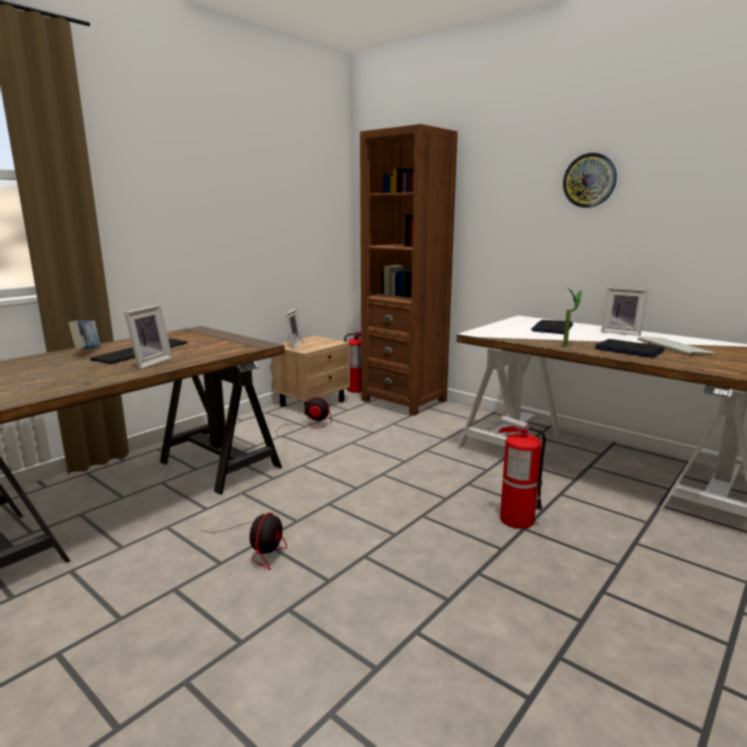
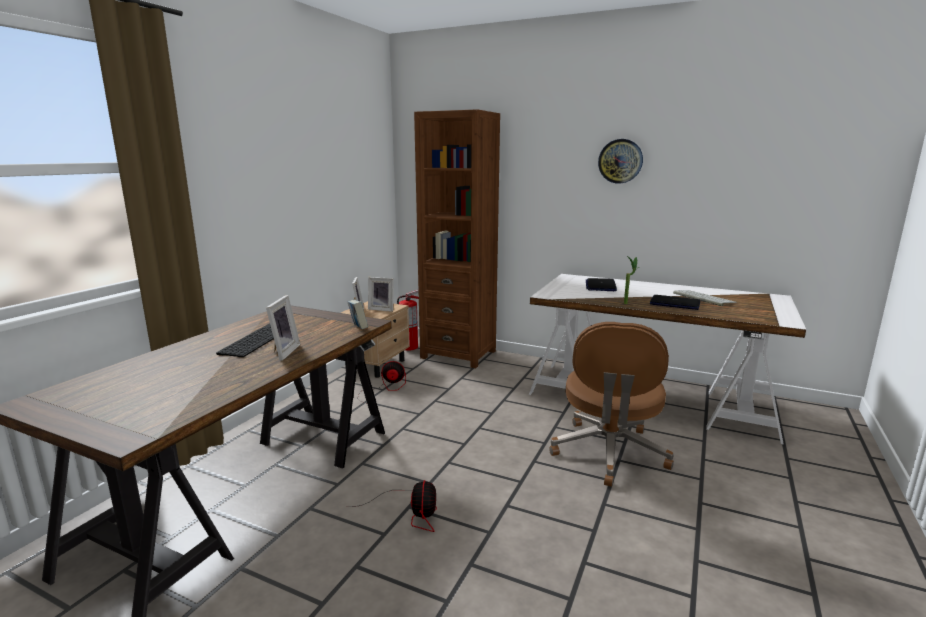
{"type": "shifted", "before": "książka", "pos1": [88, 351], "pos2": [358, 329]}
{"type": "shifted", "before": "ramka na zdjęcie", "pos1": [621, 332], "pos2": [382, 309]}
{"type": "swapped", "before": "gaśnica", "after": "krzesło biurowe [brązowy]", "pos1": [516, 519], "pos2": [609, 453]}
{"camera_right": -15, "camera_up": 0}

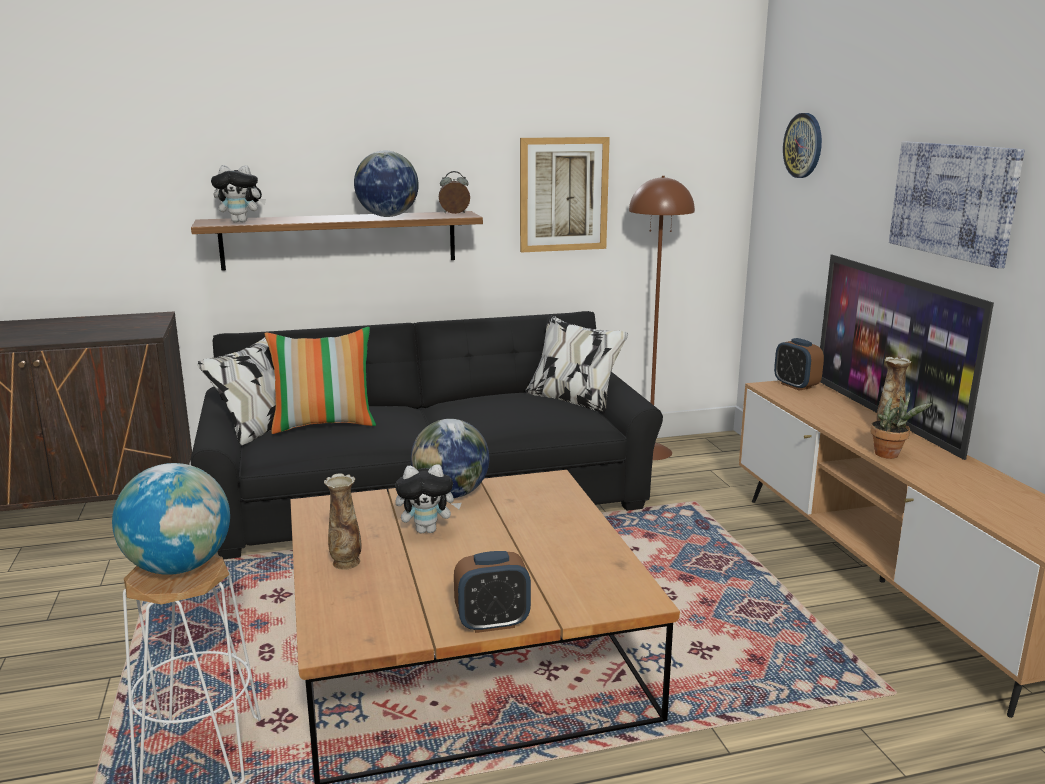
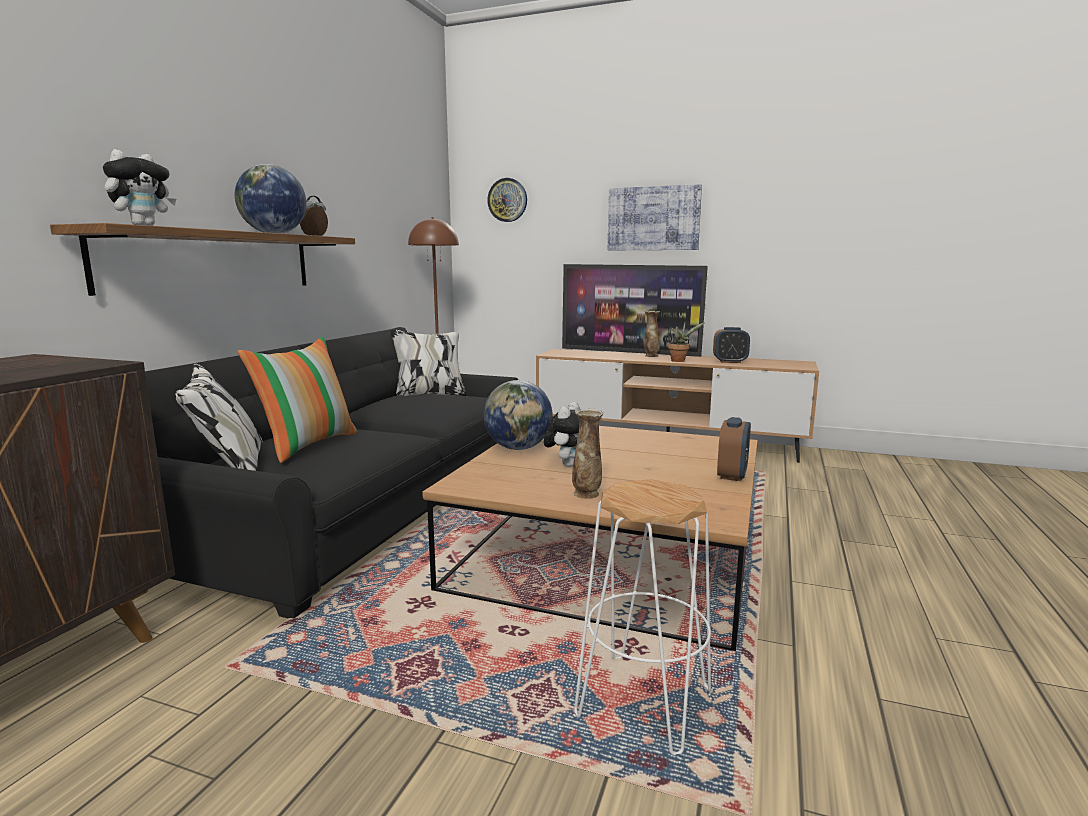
{"type": "gone", "before": "globus", "pos1": [179, 567]}
{"type": "gone", "before": "obraz", "pos1": [563, 194]}
{"type": "shifted", "before": "budzik", "pos1": [796, 386], "pos2": [730, 361]}
{"camera_right": -55, "camera_up": -5}

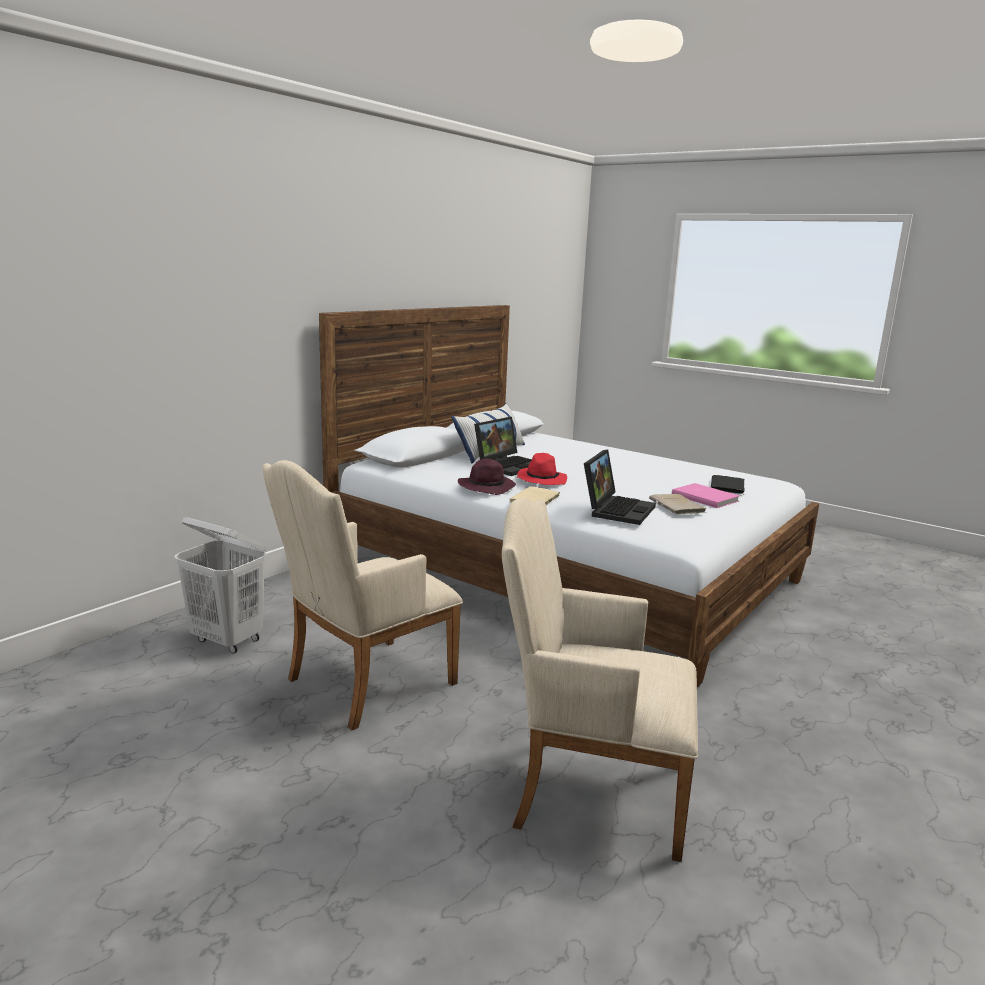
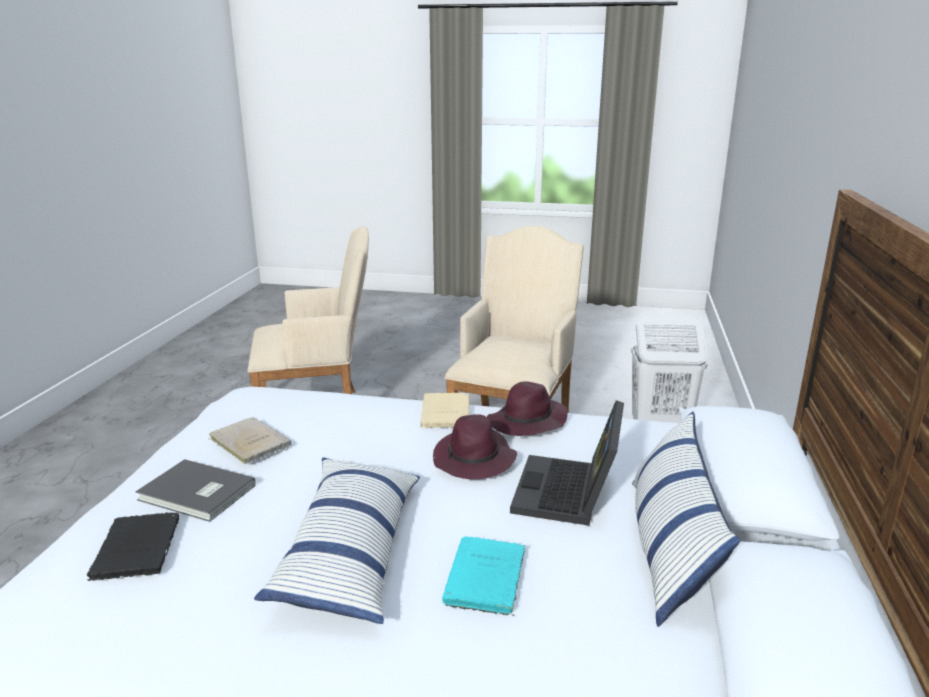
{"type": "gone", "before": "laptop", "pos1": [617, 509]}
{"type": "new", "after": "poduszka", "pos2": [350, 552]}
{"type": "new", "after": "książka [turkusowy]", "pos2": [485, 580]}
{"type": "repainted", "before": "kapelusz [czerwony]", "after": "kapelusz [fioletowy]", "pos1": [541, 480], "pos2": [474, 460]}
{"type": "repainted", "before": "książka [różowy]", "after": "książka [szary]", "pos1": [705, 497], "pos2": [196, 494]}
{"camera_right": 155, "camera_up": 5}

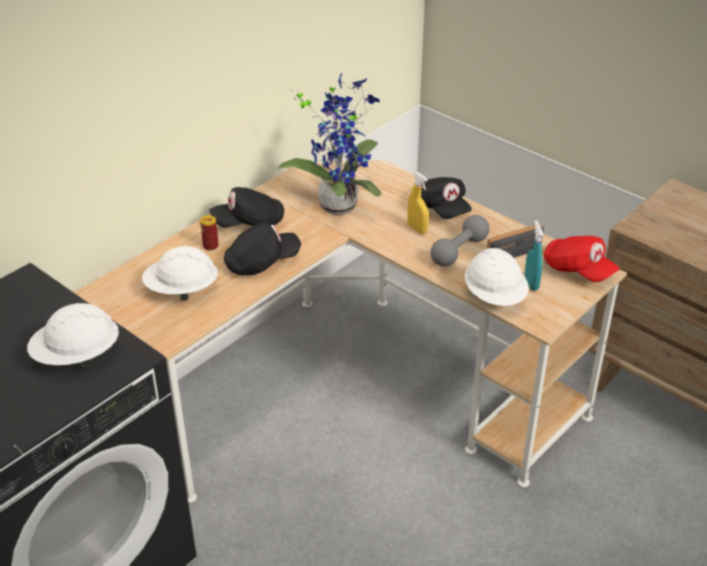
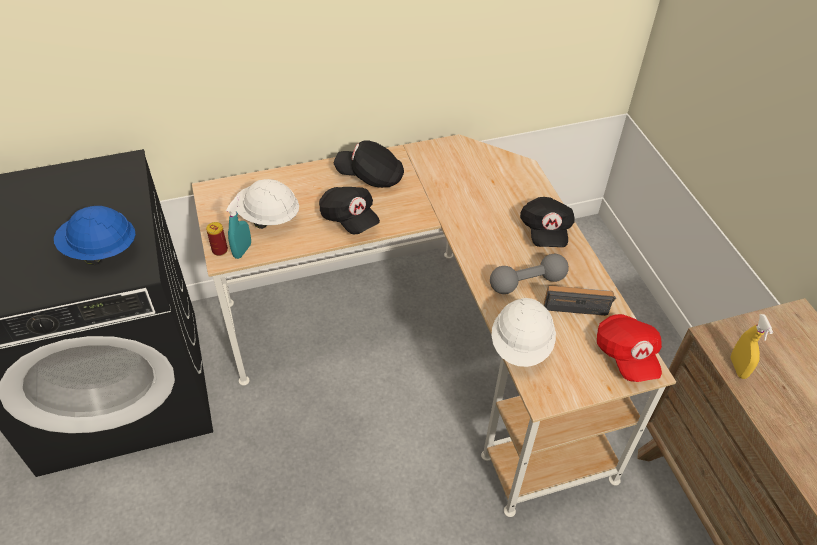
{"type": "gone", "before": "roślina doniczkowa", "pos1": [339, 203]}
{"type": "shifted", "before": "puszka", "pos1": [210, 246], "pos2": [220, 250]}
{"type": "shifted", "before": "spryskiwacz [żółty]", "pos1": [417, 229], "pos2": [738, 367]}
{"type": "shifted", "before": "spryskiwacz [turkusowy]", "pos1": [531, 283], "pos2": [242, 250]}
{"type": "repainted", "before": "kask [biały]", "after": "kask [niebieski]", "pos1": [77, 357], "pos2": [100, 250]}
{"type": "rotated", "before": "czapka z daszkiem [czarny]", "pos1": [261, 263], "pos2": [349, 219], "turn": 45}
{"camera_right": 30, "camera_up": 10}

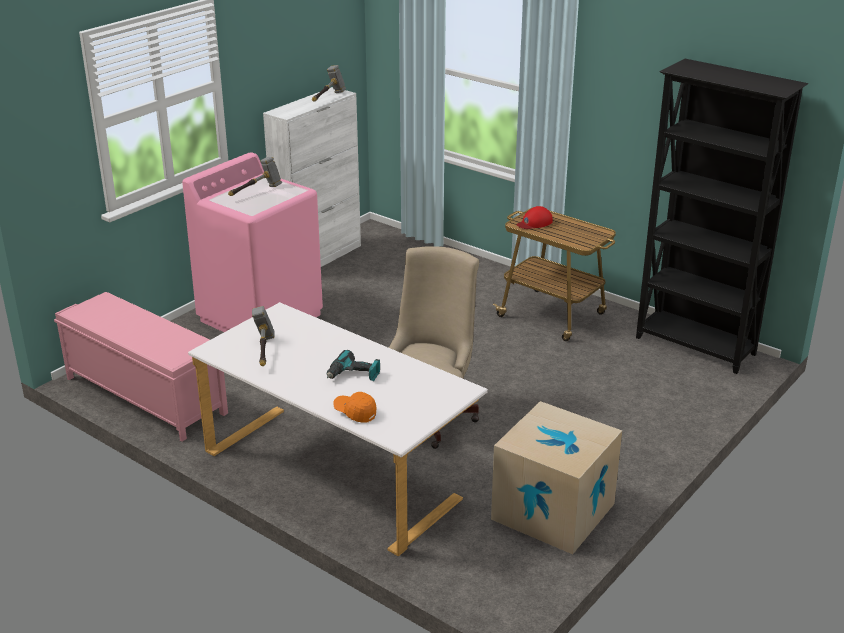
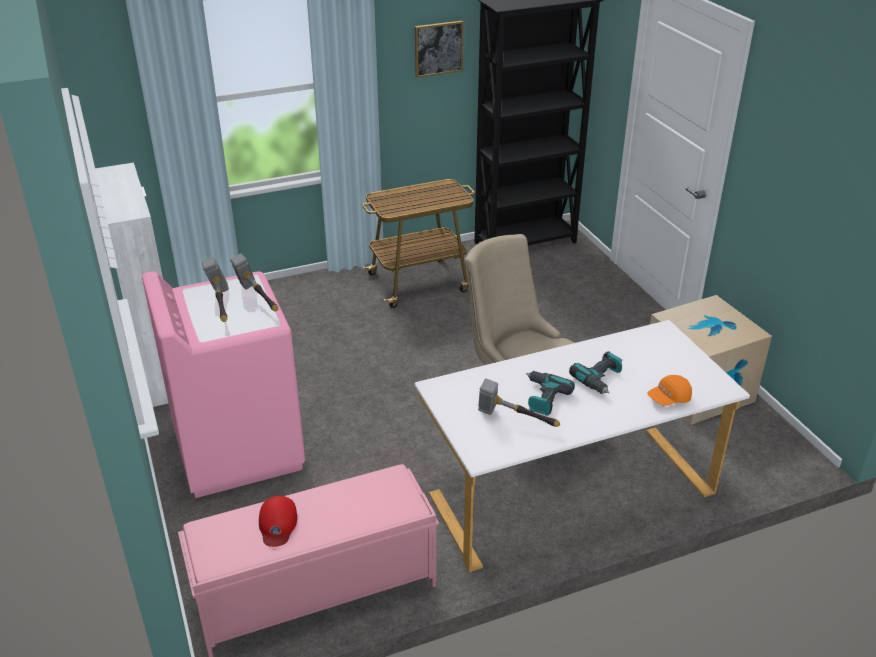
{"type": "new", "after": "obraz", "pos2": [438, 48]}
{"type": "new", "after": "wiertarka", "pos2": [543, 398]}
{"type": "shifted", "before": "młotek", "pos1": [328, 98], "pos2": [258, 299]}
{"type": "shifted", "before": "czapka z daszkiem [czerwony]", "pos1": [534, 223], "pos2": [277, 524]}
{"camera_right": -60, "camera_up": 5}

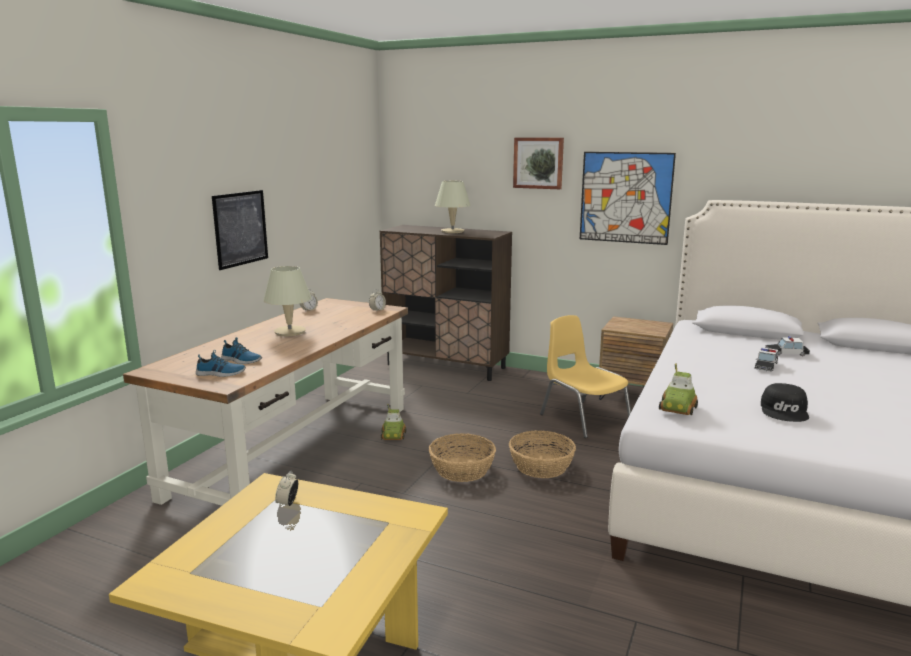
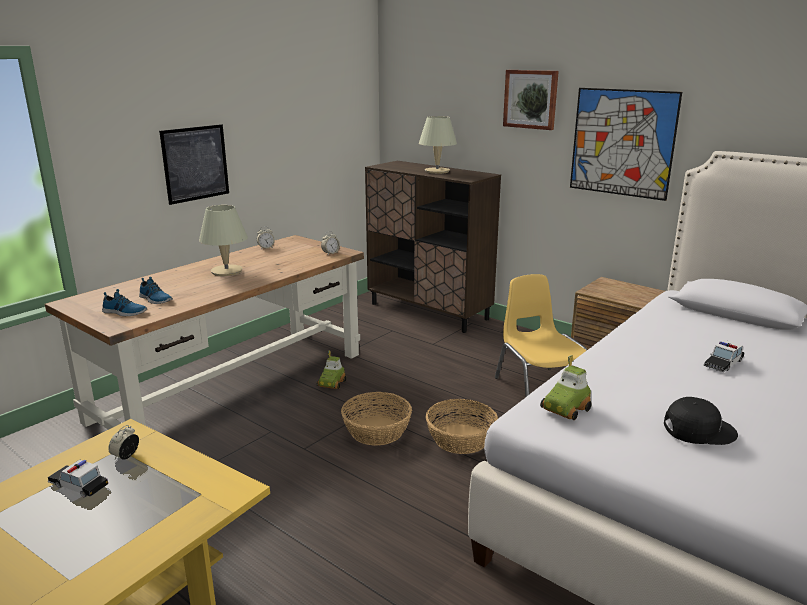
{"type": "shifted", "before": "samochodzik", "pos1": [786, 353], "pos2": [78, 485]}
{"type": "rotated", "before": "czapka z daszkiem [czarny]", "pos1": [785, 410], "pos2": [698, 429], "turn": -120}
{"camera_right": 15, "camera_up": 5}

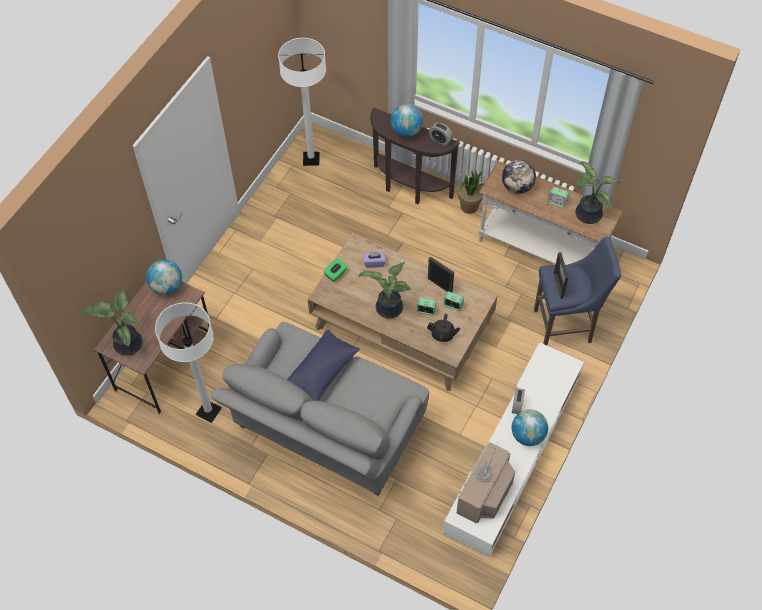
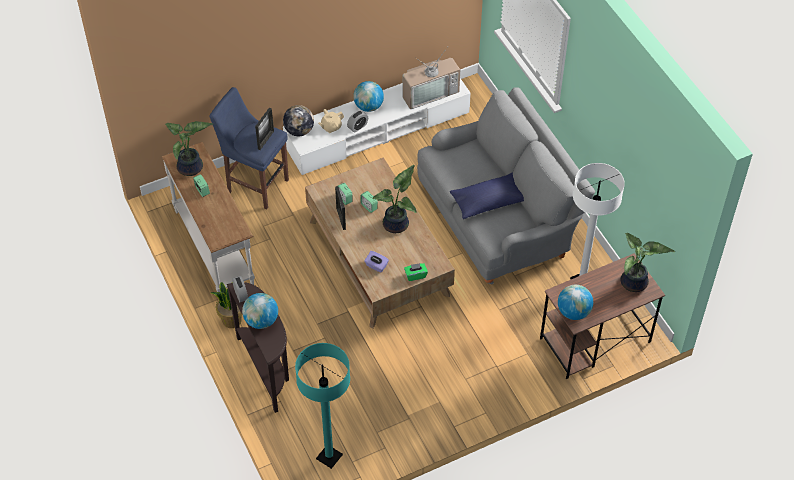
{"type": "gone", "before": "imbryk [czarny]", "pos1": [443, 335]}
{"type": "new", "after": "imbryk [beżowy]", "pos2": [331, 127]}
{"type": "shifted", "before": "globus", "pos1": [517, 187], "pos2": [299, 131]}
{"type": "repainted", "before": "lampa stojąca [biały]", "after": "lampa stojąca [turkusowy]", "pos1": [311, 159], "pos2": [329, 457]}
{"camera_right": -145, "camera_up": -5}

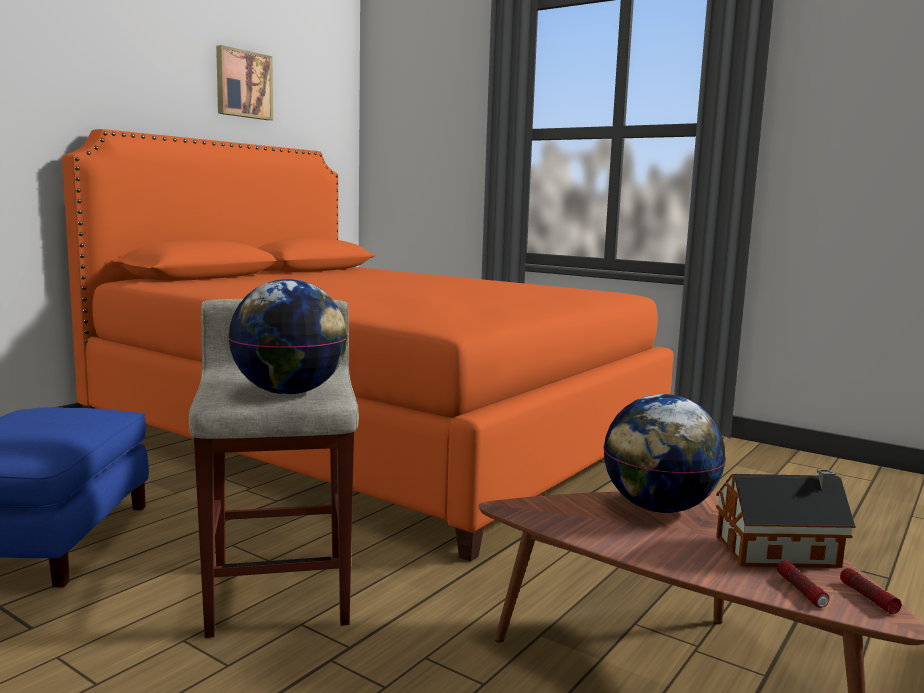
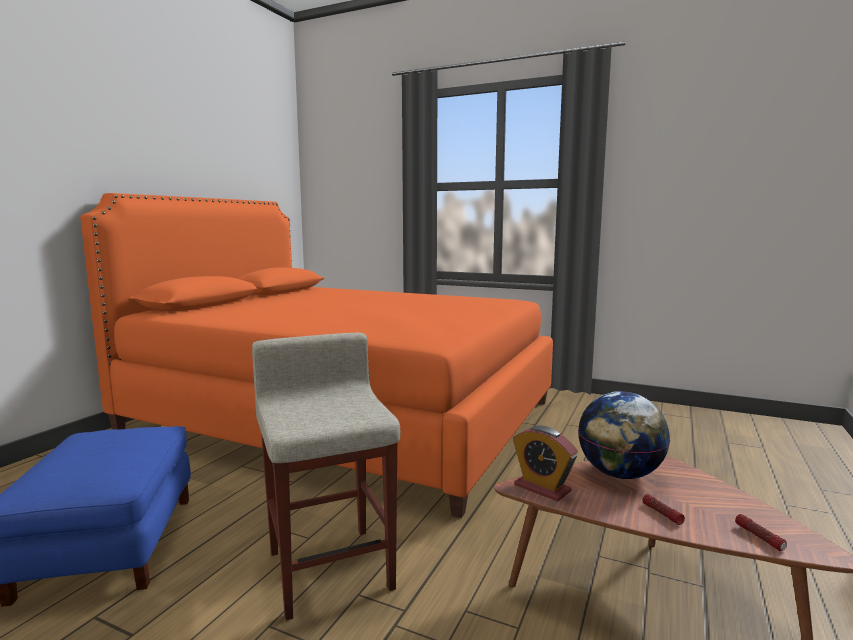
{"type": "gone", "before": "obraz", "pos1": [243, 84]}
{"type": "gone", "before": "globus", "pos1": [289, 392]}
{"type": "gone", "before": "domek", "pos1": [782, 552]}
{"type": "new", "after": "budzik", "pos2": [542, 488]}
{"type": "shifted", "before": "latarka", "pos1": [867, 598], "pos2": [661, 514]}
{"camera_right": -10, "camera_up": 0}

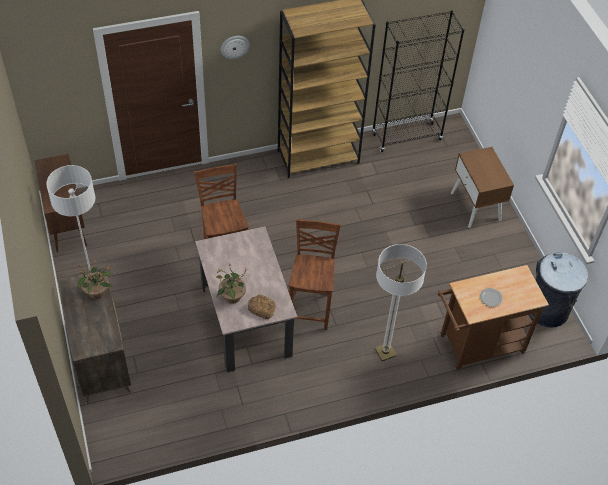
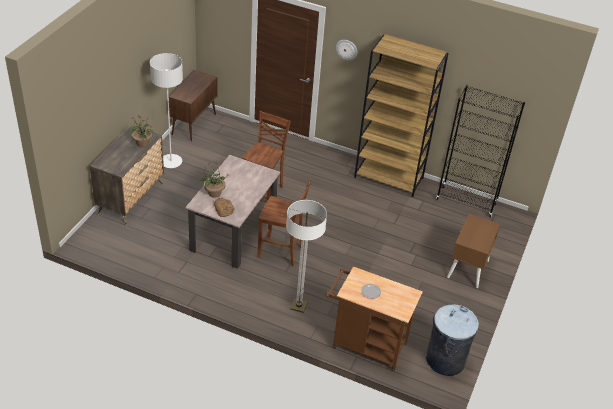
{"type": "rotated", "before": "krzesło [brązowy]", "pos1": [311, 308], "pos2": [281, 252], "turn": 60}
{"camera_right": 40, "camera_up": -10}

